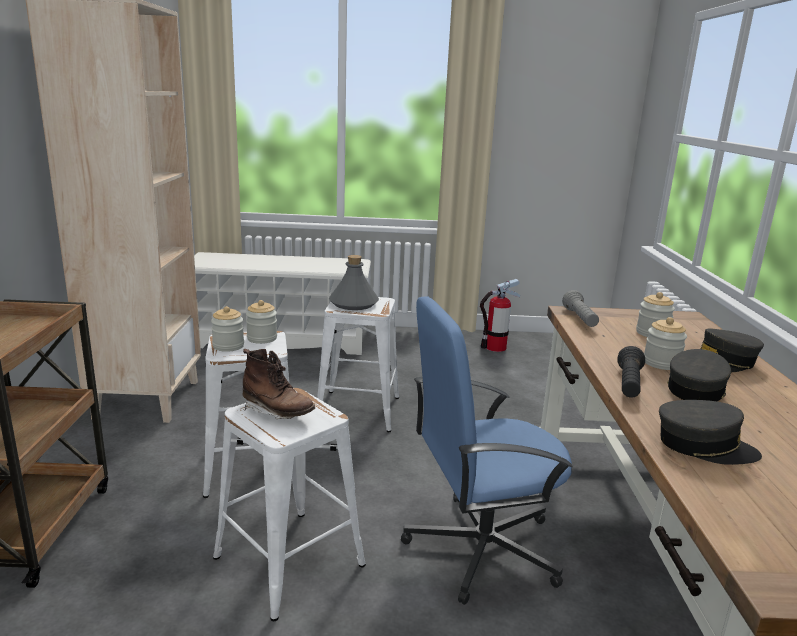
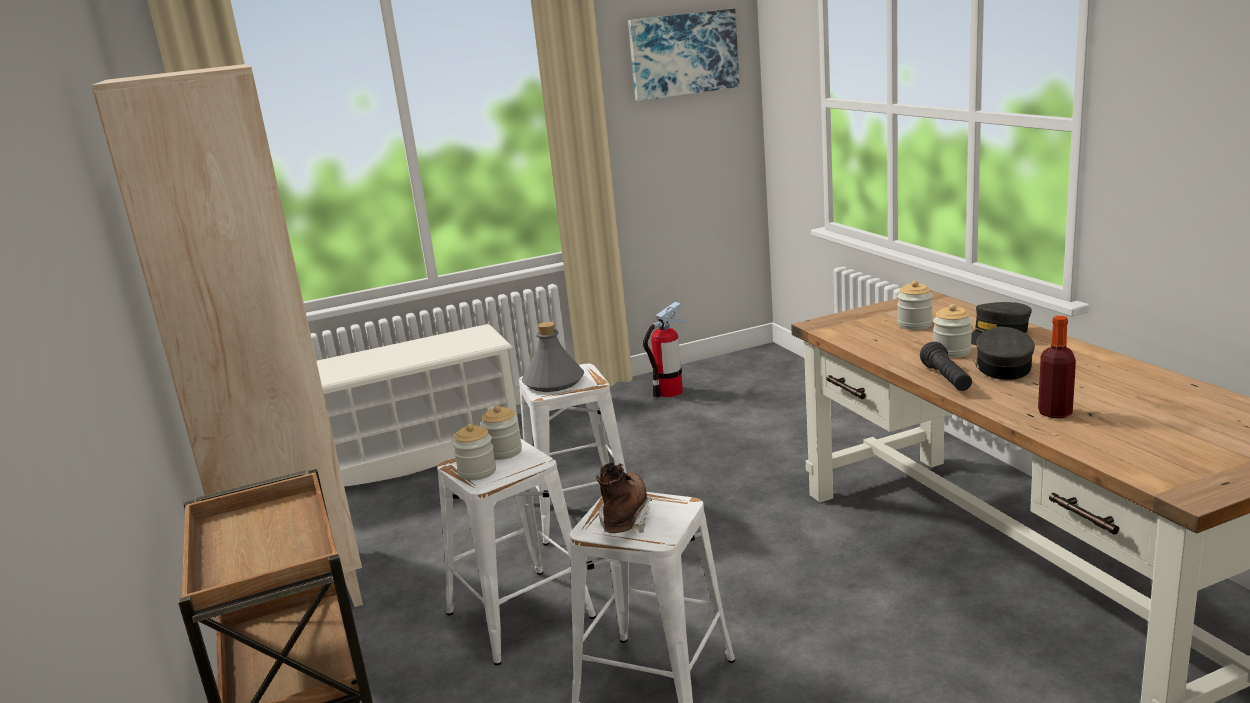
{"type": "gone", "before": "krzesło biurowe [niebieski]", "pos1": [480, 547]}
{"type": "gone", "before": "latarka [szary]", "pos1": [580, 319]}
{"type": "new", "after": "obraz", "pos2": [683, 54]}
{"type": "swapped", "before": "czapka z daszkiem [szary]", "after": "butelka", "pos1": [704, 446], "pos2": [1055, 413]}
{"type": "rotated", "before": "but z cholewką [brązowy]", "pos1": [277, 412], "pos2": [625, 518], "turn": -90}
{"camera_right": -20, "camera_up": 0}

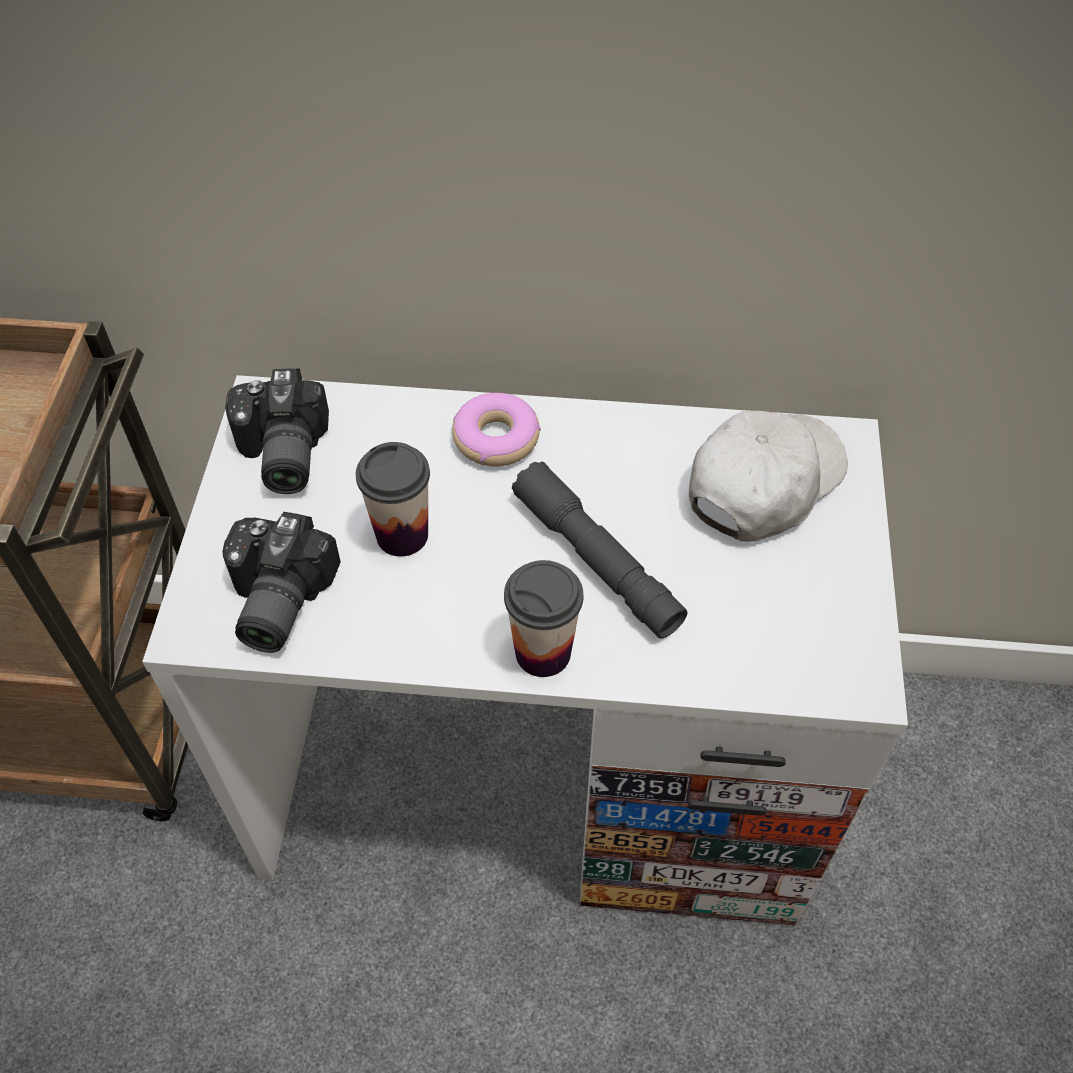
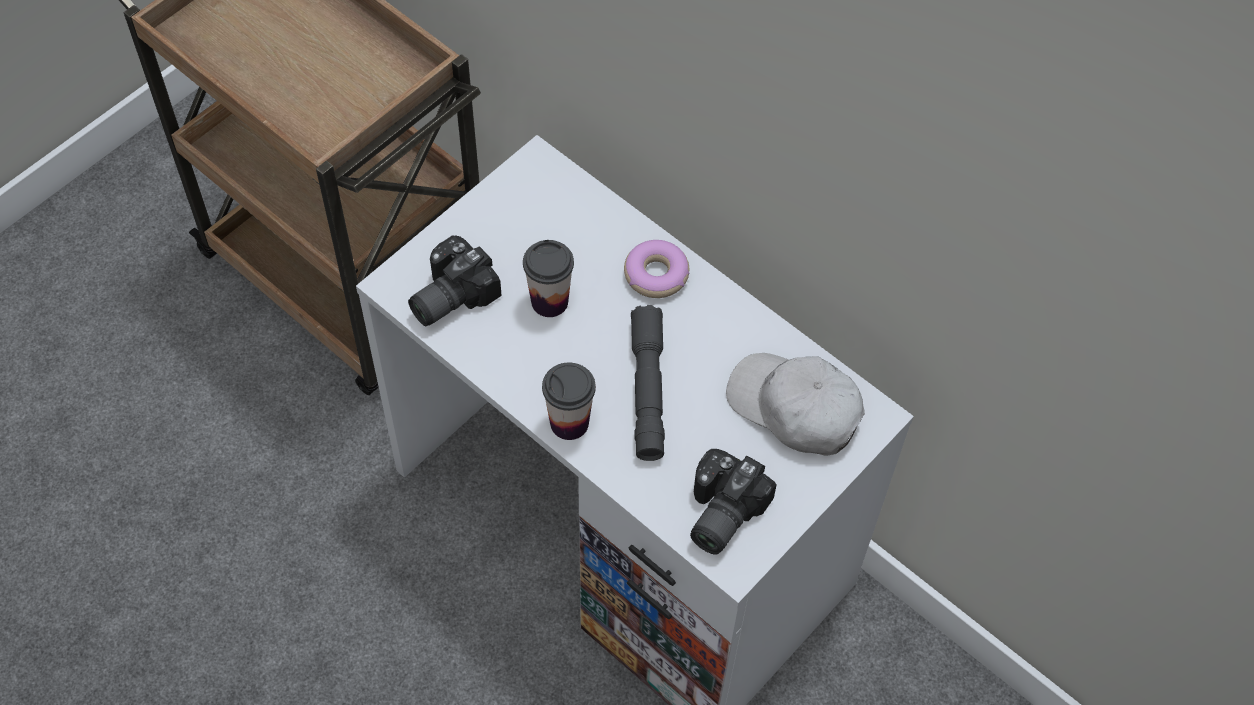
{"type": "shifted", "before": "aparat fotograficzny", "pos1": [279, 455], "pos2": [718, 512]}
{"type": "rotated", "before": "czapka z daszkiem [biały]", "pos1": [763, 483], "pos2": [795, 409], "turn": -135}
{"camera_right": 35, "camera_up": 5}

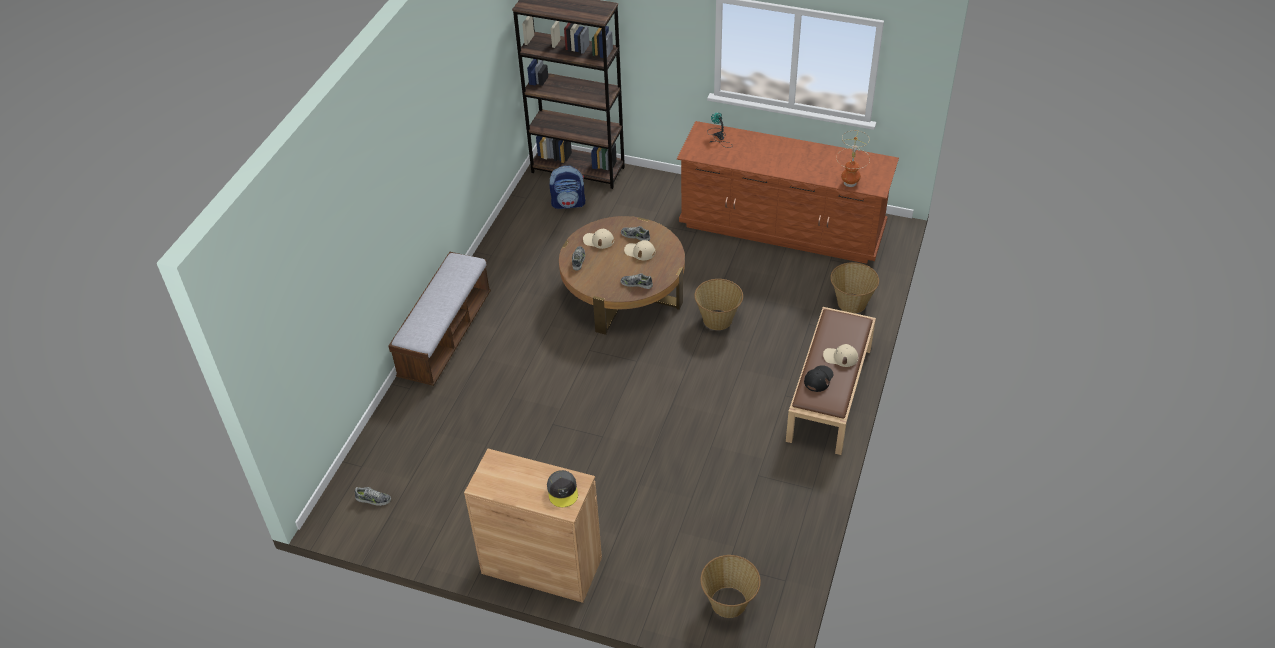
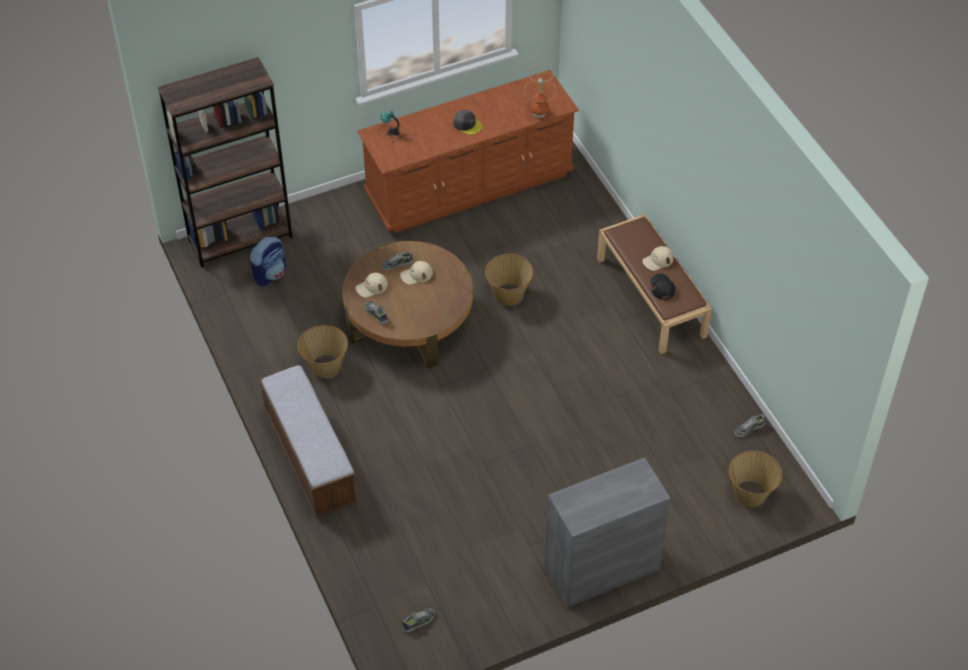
{"type": "shifted", "before": "czapka z daszkiem [szary]", "pos1": [562, 491], "pos2": [467, 124]}
{"type": "shifted", "before": "but", "pos1": [636, 284], "pos2": [748, 428]}
{"type": "shifted", "before": "koszyk", "pos1": [851, 303], "pos2": [325, 366]}
{"type": "repainted", "before": "szafka [brązowy]", "after": "szafka [szary]", "pos1": [541, 565], "pos2": [601, 568]}
{"camera_right": -45, "camera_up": 5}

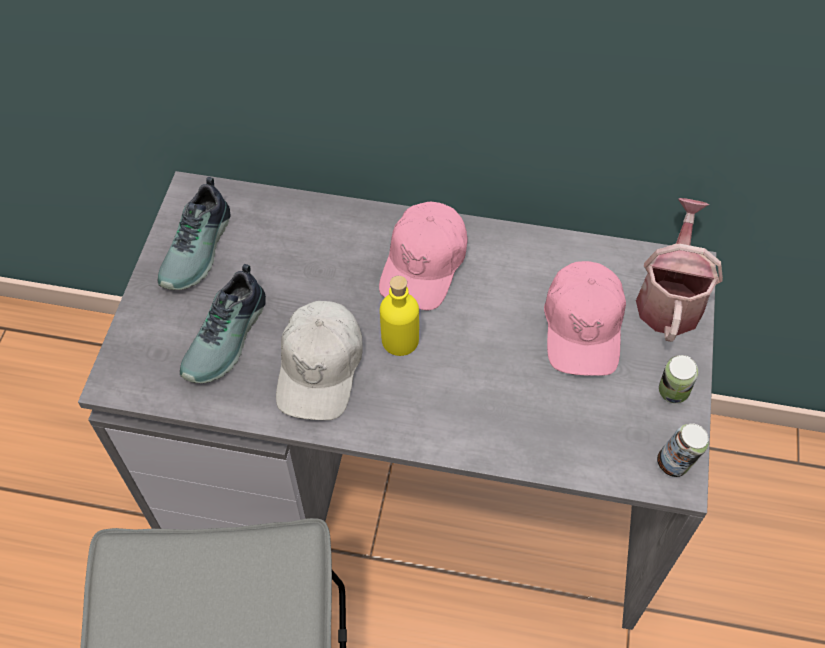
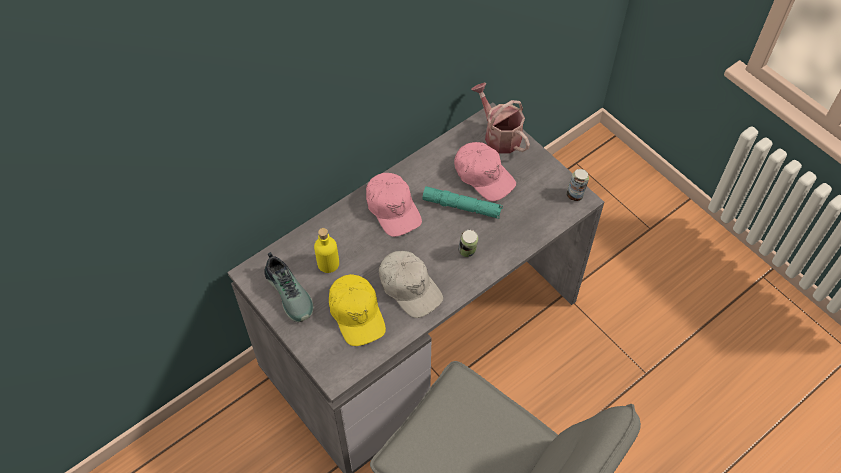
{"type": "new", "after": "latarka [turkusowy]", "pos2": [462, 206]}
{"type": "shifted", "before": "butelka [żółty]", "pos1": [400, 340], "pos2": [328, 263]}
{"type": "shifted", "before": "puszka", "pos1": [671, 394], "pos2": [467, 252]}
{"type": "swapped", "before": "but", "after": "czapka z daszkiem [żółty]", "pos1": [228, 338], "pos2": [357, 313]}
{"camera_right": -50, "camera_up": 0}

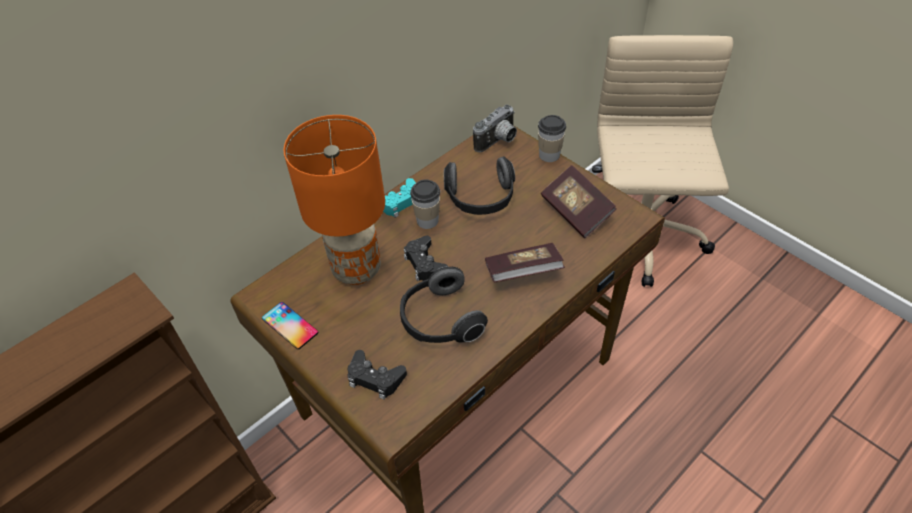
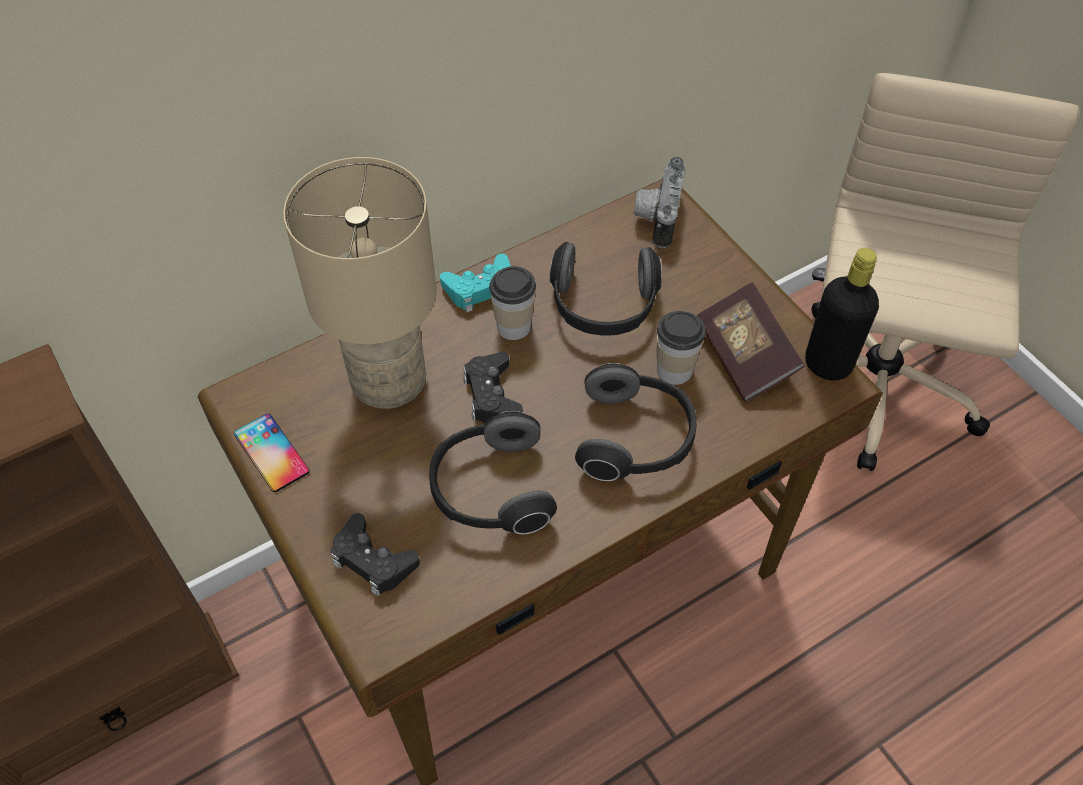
{"type": "new", "after": "butelka [czarny]", "pos2": [828, 364]}
{"type": "shifted", "before": "filiżanka", "pos1": [549, 155], "pos2": [674, 370]}
{"type": "swapped", "before": "książka", "after": "słuchawki", "pos1": [523, 272], "pos2": [635, 439]}
{"type": "repainted", "before": "lampa stołowa [pomarańczowy]", "after": "lampa stołowa [beżowy]", "pos1": [357, 268], "pos2": [391, 383]}
{"type": "rotated", "before": "aparat fotograficzny", "pos1": [498, 141], "pos2": [656, 217], "turn": 135}
{"camera_right": 10, "camera_up": 5}

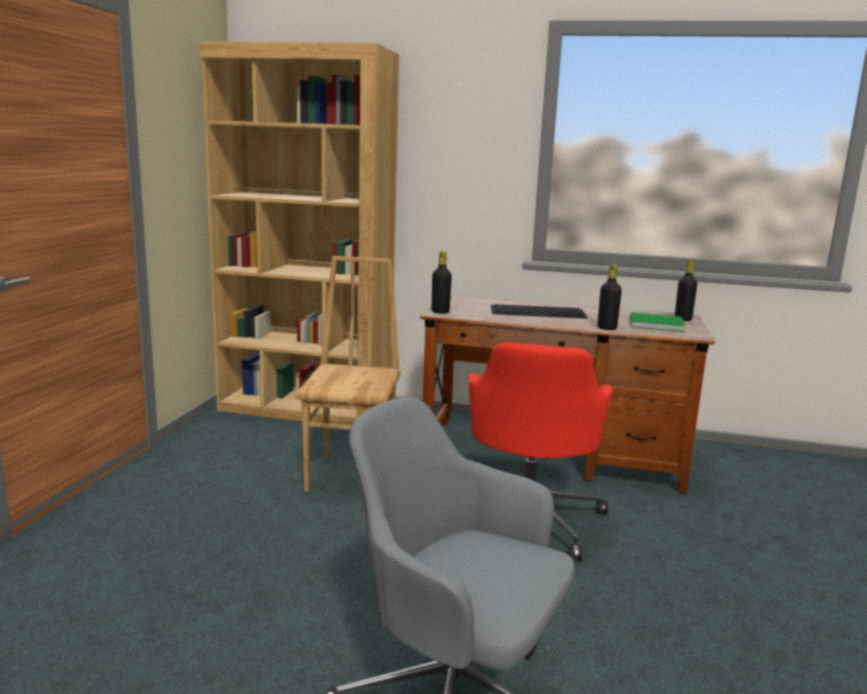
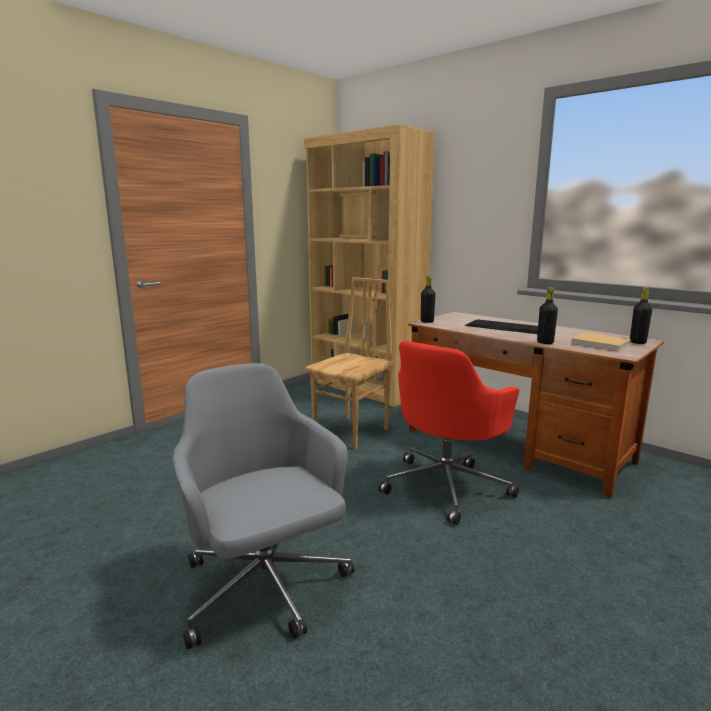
{"type": "repainted", "before": "książka [zielony]", "after": "książka [beżowy]", "pos1": [658, 325], "pos2": [602, 344]}
{"camera_right": 30, "camera_up": 0}

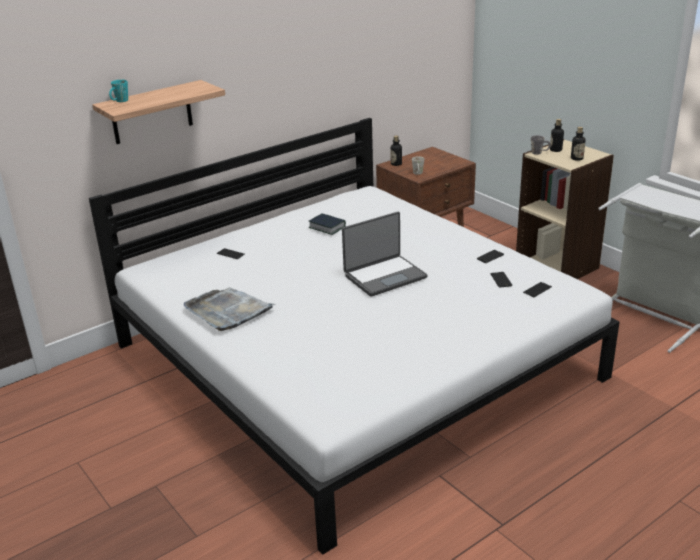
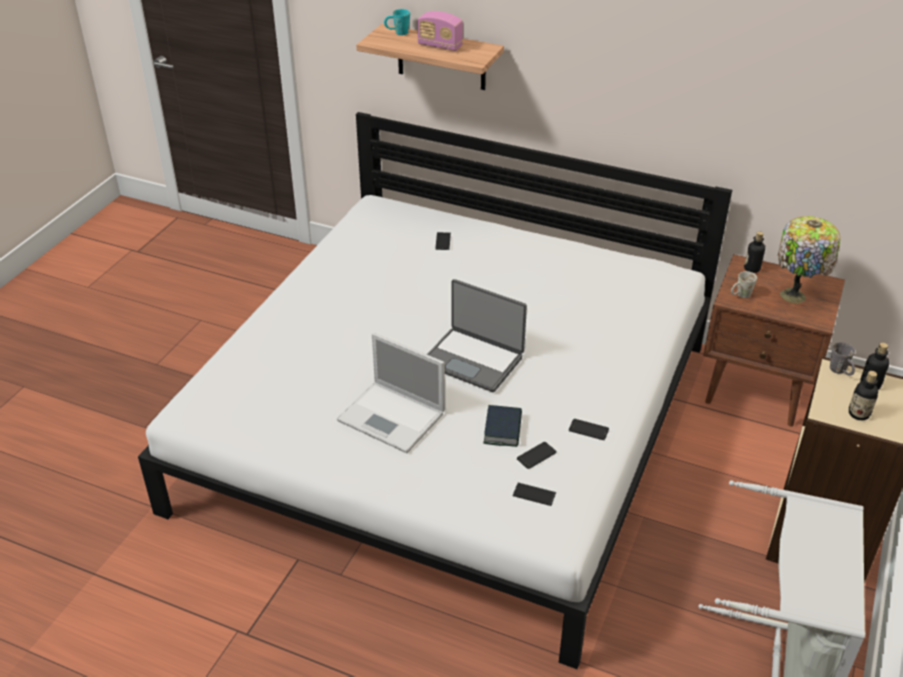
{"type": "gone", "before": "taca [szary]", "pos1": [228, 311]}
{"type": "new", "after": "laptop", "pos2": [393, 417]}
{"type": "new", "after": "radio", "pos2": [440, 46]}
{"type": "new", "after": "lampa stołowa", "pos2": [795, 296]}
{"type": "shifted", "before": "książka", "pos1": [327, 227], "pos2": [503, 430]}
{"camera_right": 60, "camera_up": 10}

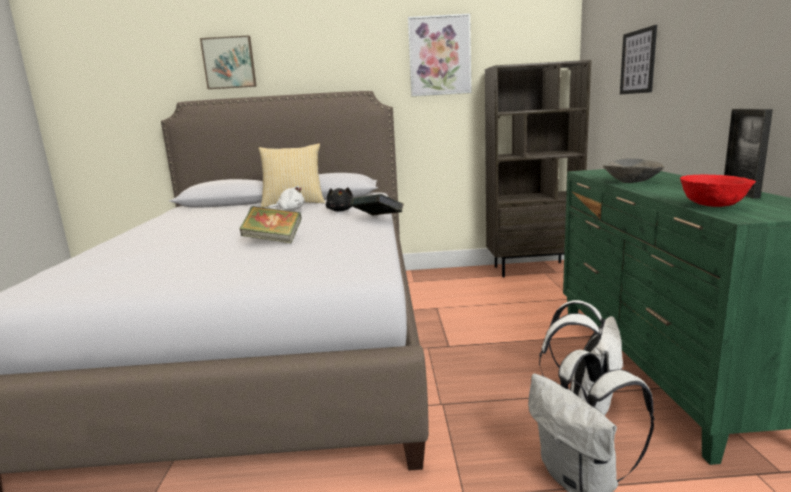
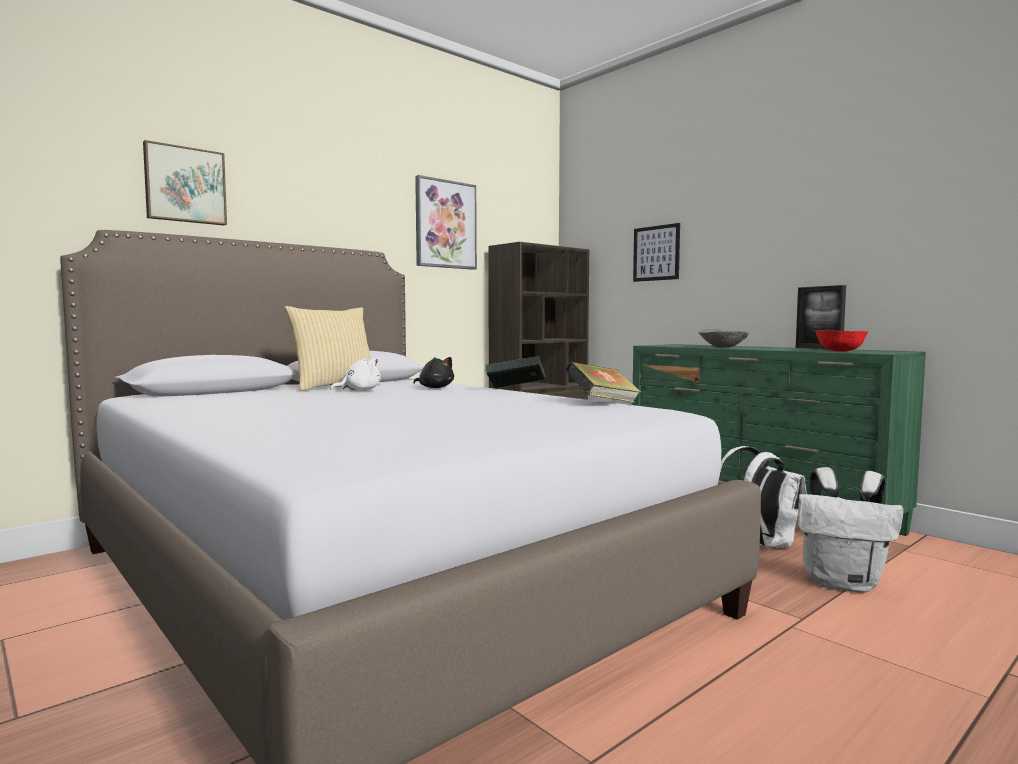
{"type": "shifted", "before": "książka", "pos1": [273, 240], "pos2": [603, 403]}
{"camera_right": -40, "camera_up": -10}

